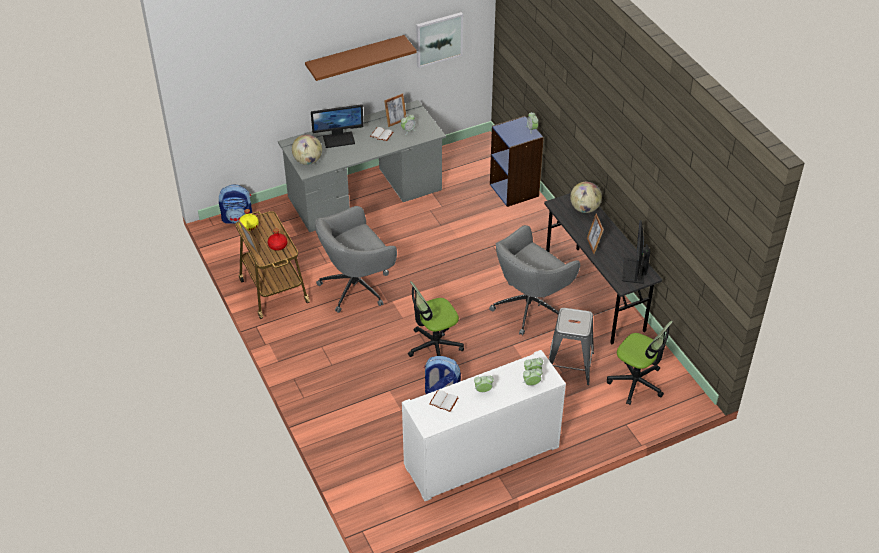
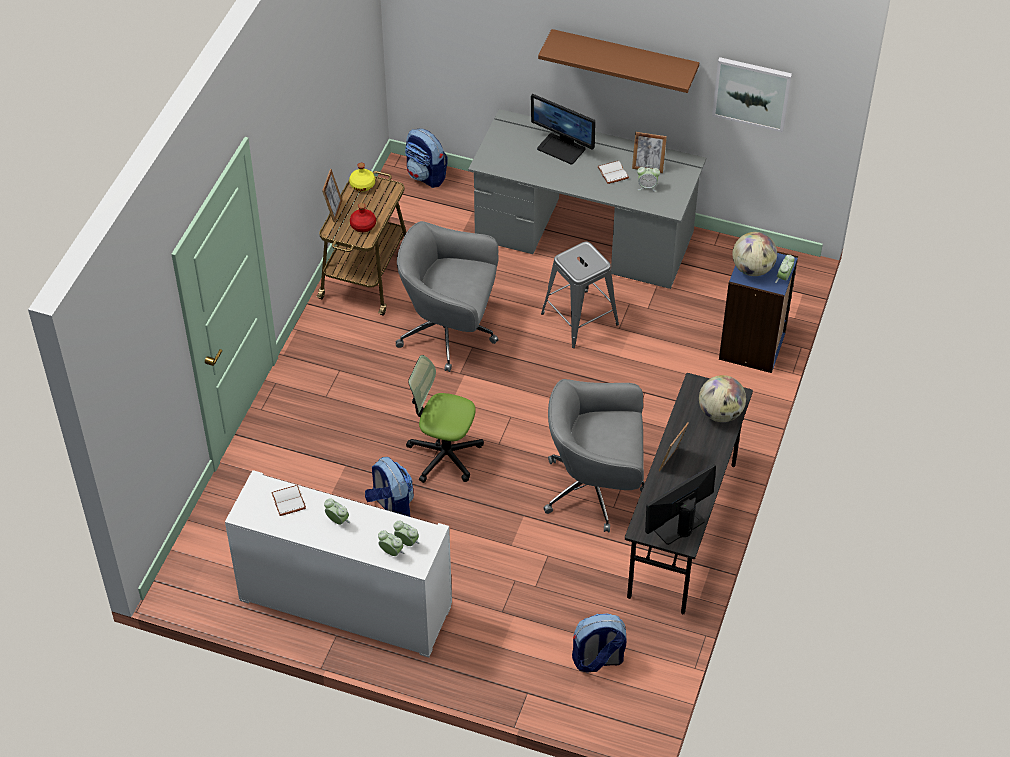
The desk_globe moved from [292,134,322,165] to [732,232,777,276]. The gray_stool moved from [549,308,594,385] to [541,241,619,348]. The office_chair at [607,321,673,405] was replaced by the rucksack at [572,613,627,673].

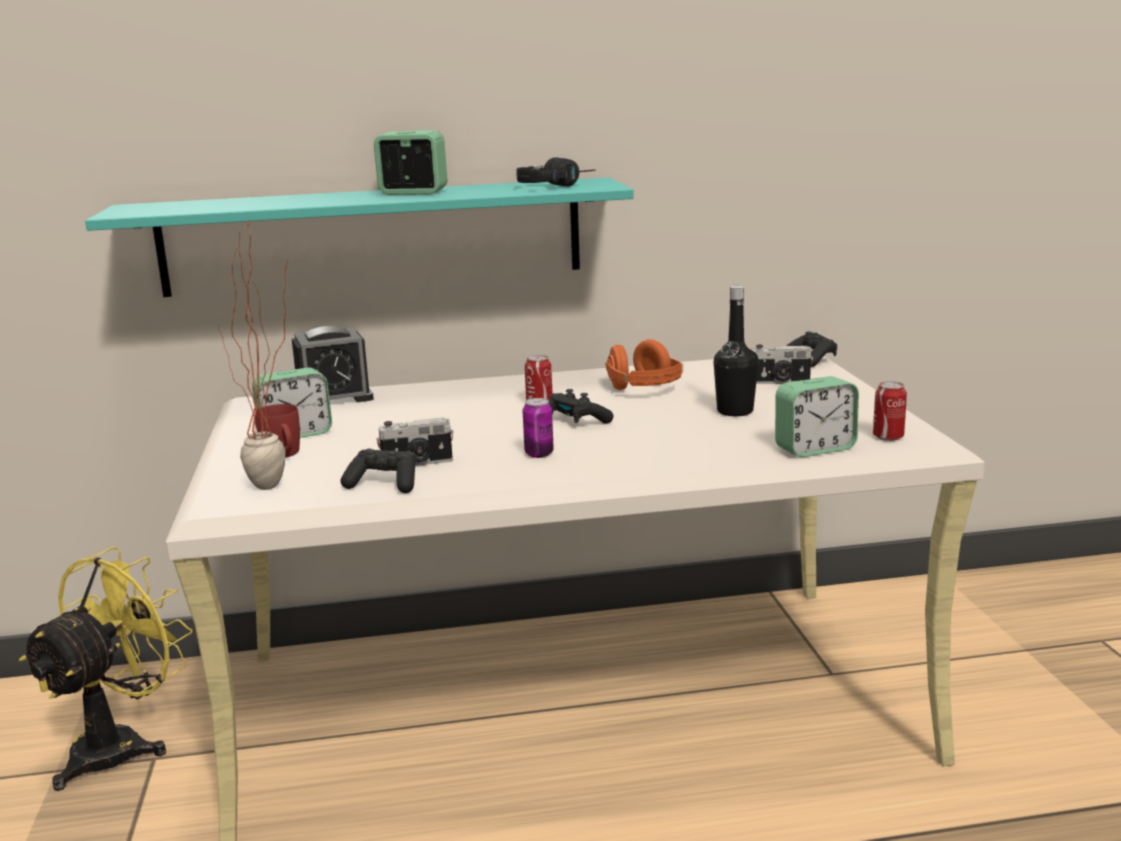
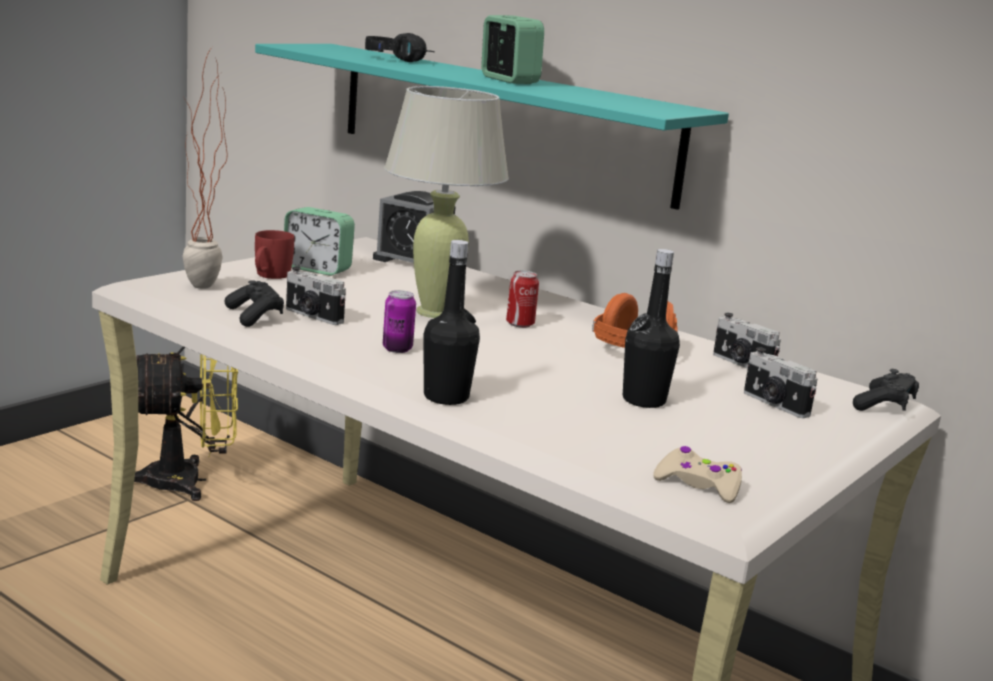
The black_headset moved from [516,157,595,186] to [365,33,435,62]. The alarm_clock at [775,376,859,457] disappeared. The sealed_can at [873,381,907,441] was replaced by the beige_joypad at [653,446,742,503]. The black_joypad at [549,389,613,424] disappeared. The beige_tabletop_lamp at [384,86,509,318] appeared. The black_drink_bottle at [423,240,480,405] appeared. The photo_camera at [713,313,781,369] appeared.

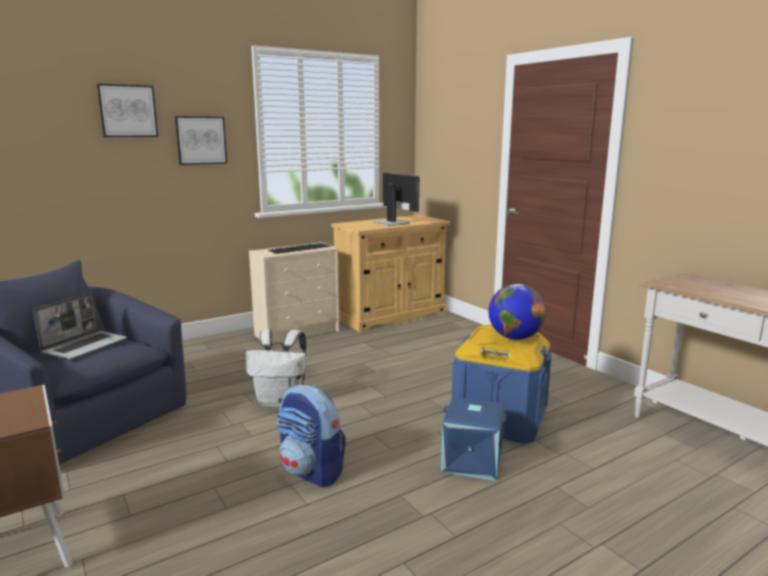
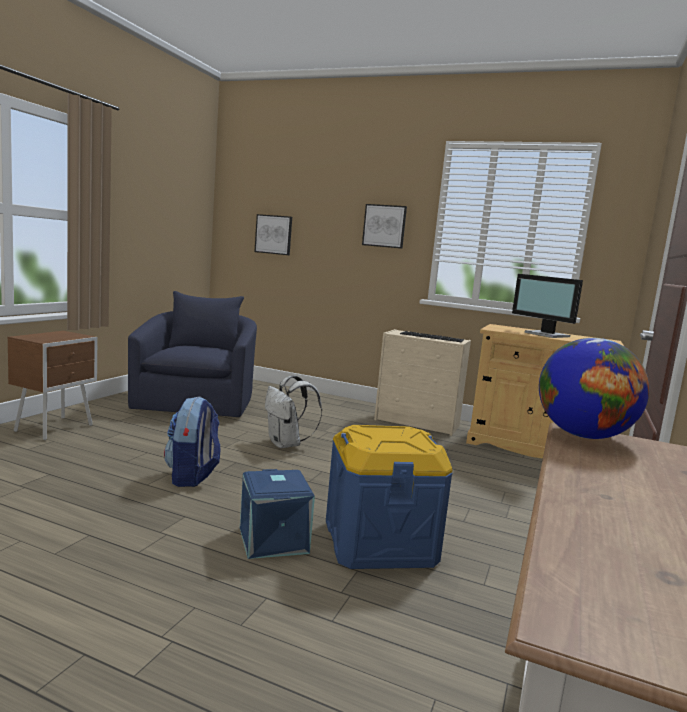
The wall_picture moved from [97,84,158,137] to [254,214,292,255]. The computer_display at [373,173,419,226] turned 120 degrees clockwise. The desk_globe moved from [488,284,546,340] to [539,338,649,439]. The laptop at [33,292,127,360] disappeared.

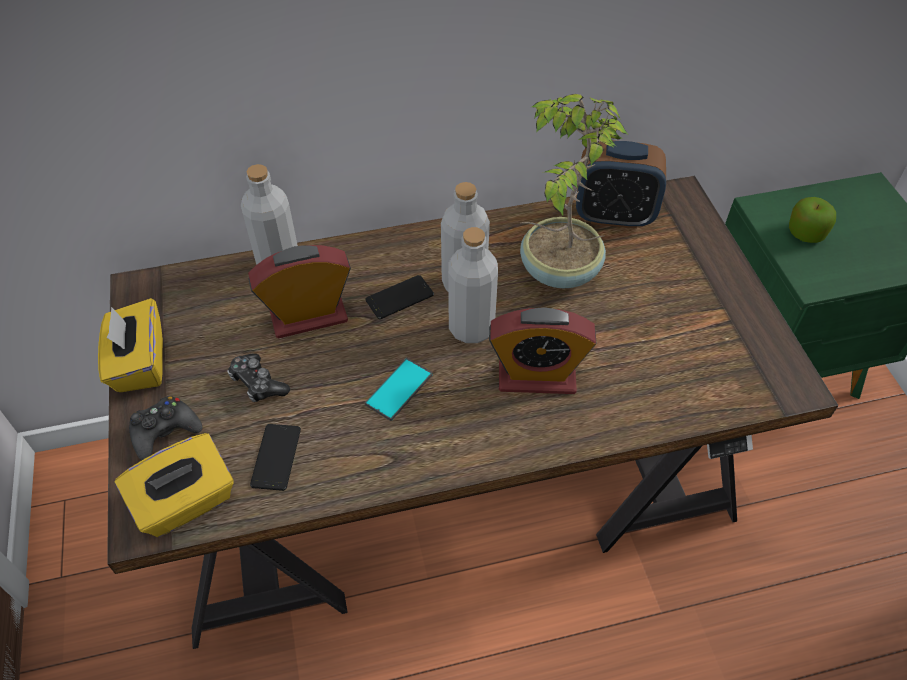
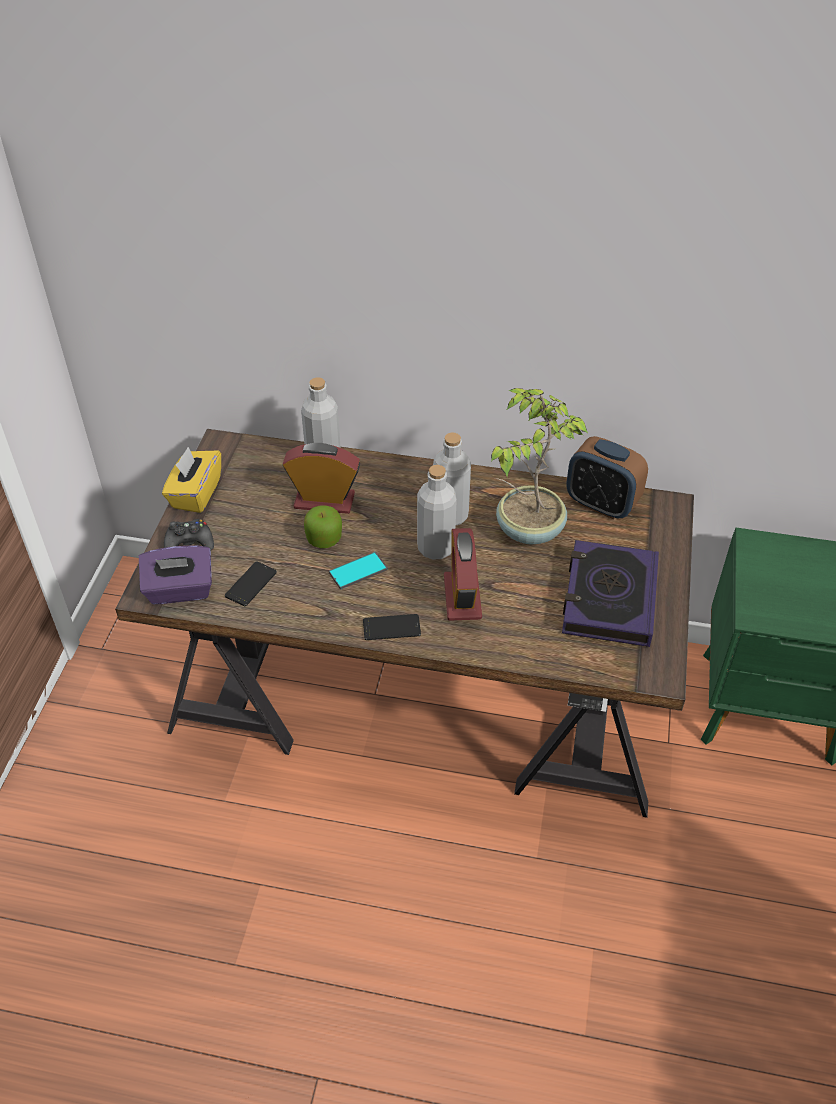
The apple moved from [789,197,836,243] to [304,505,342,548]. The handset moved from [365,275,434,319] to [363,614,421,640]. The alarm_clock at [489,307,597,394] turned 60 degrees clockwise. The joypad at [227,354,290,402] disappeared. The yellow_tissue_box at [115,433,234,537] became the purplish_tissue_box at [139,546,212,604]. The volume at [562,540,659,647] appeared.

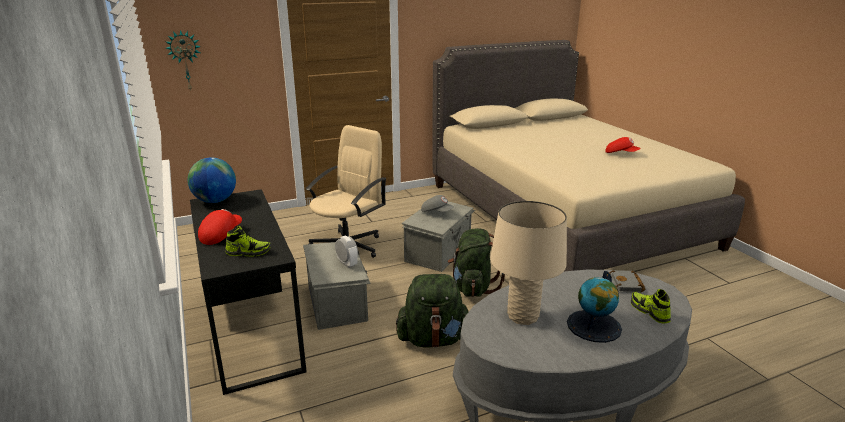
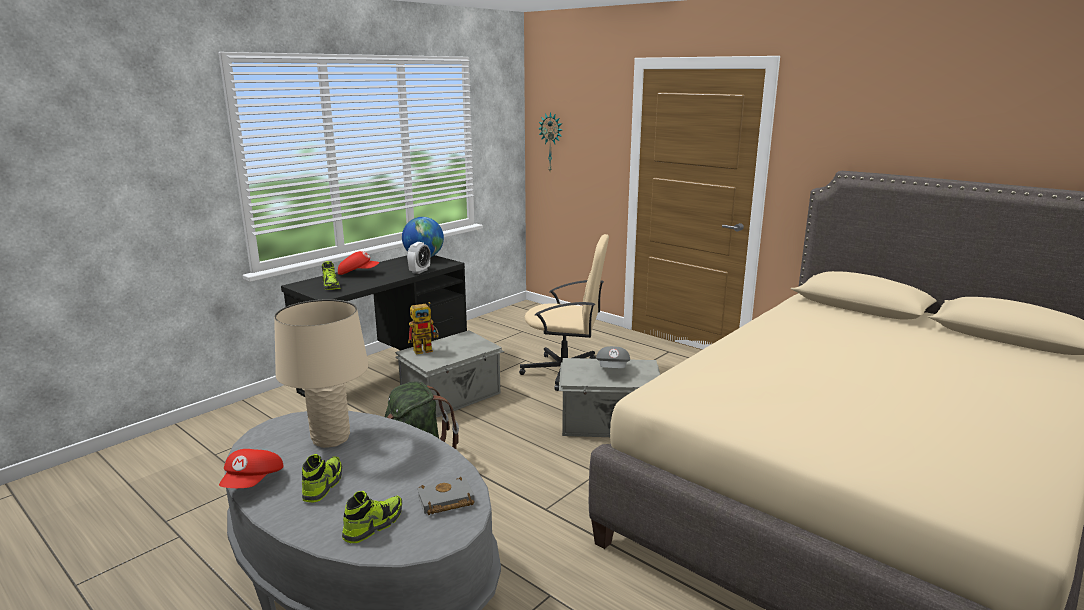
The red_peaked_cap moved from [605,137,640,153] to [219,449,284,488]. The greenish_rucksack at [447,228,505,297] disappeared. The alarm_clock moved from [335,236,358,268] to [407,242,431,274]. The desk_globe at [567,271,622,343] was replaced by the item_of_footwear at [302,454,342,502]. The robot_figure at [408,302,439,354] appeared.

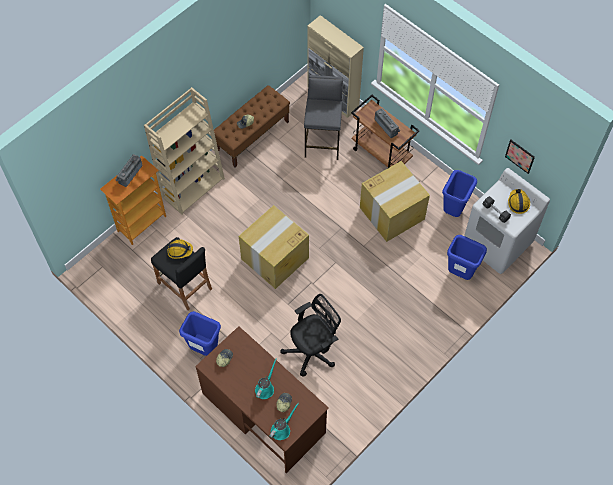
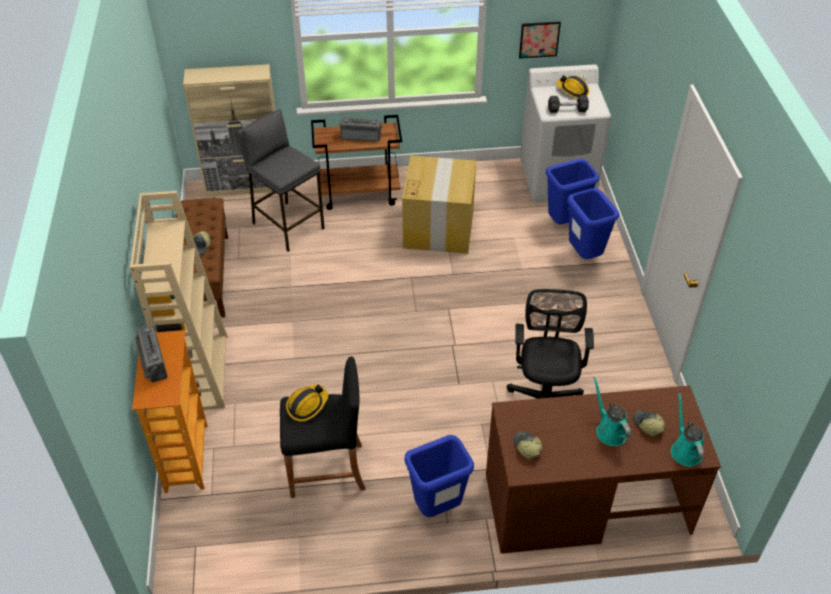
The blue_trash_can moved from [442,170,477,217] to [567,188,619,259]. The packing_box at [239,205,309,289] disappeared.

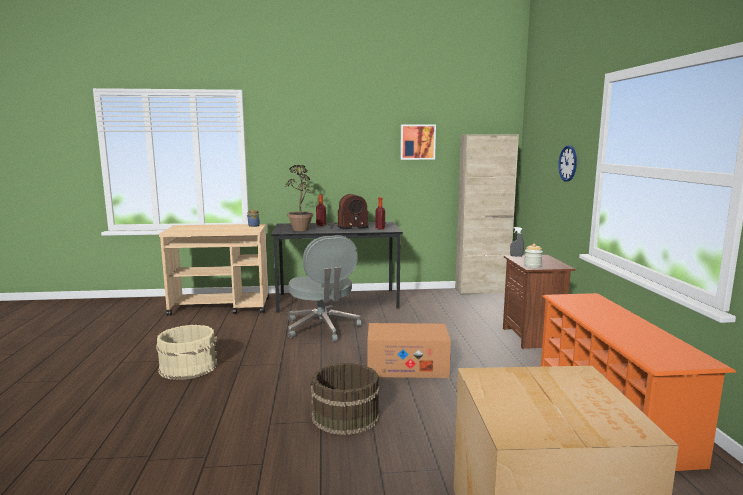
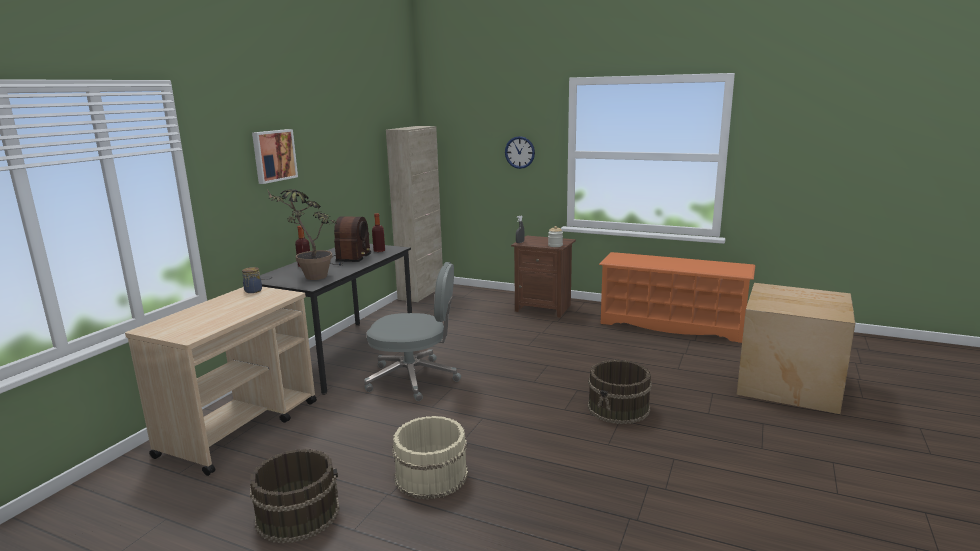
The wall_picture moved from [400,124,436,160] to [252,129,298,184]. The packing_box at [367,323,451,378] disappeared. The brown_bucket at [250,449,340,544] appeared.

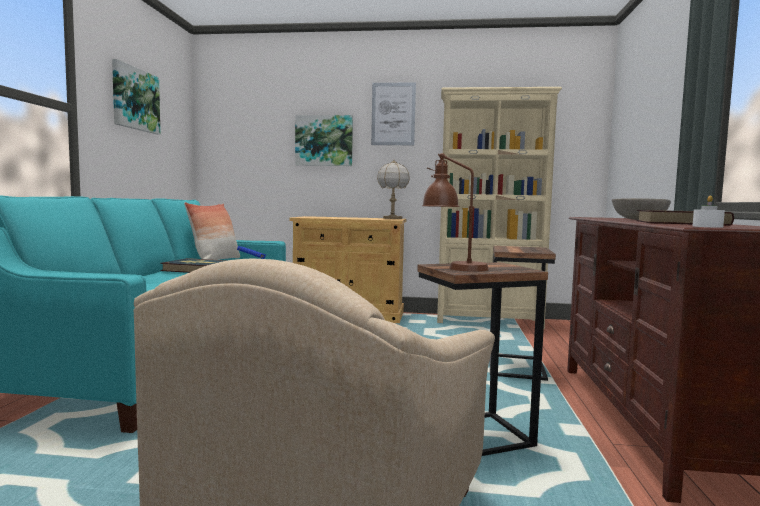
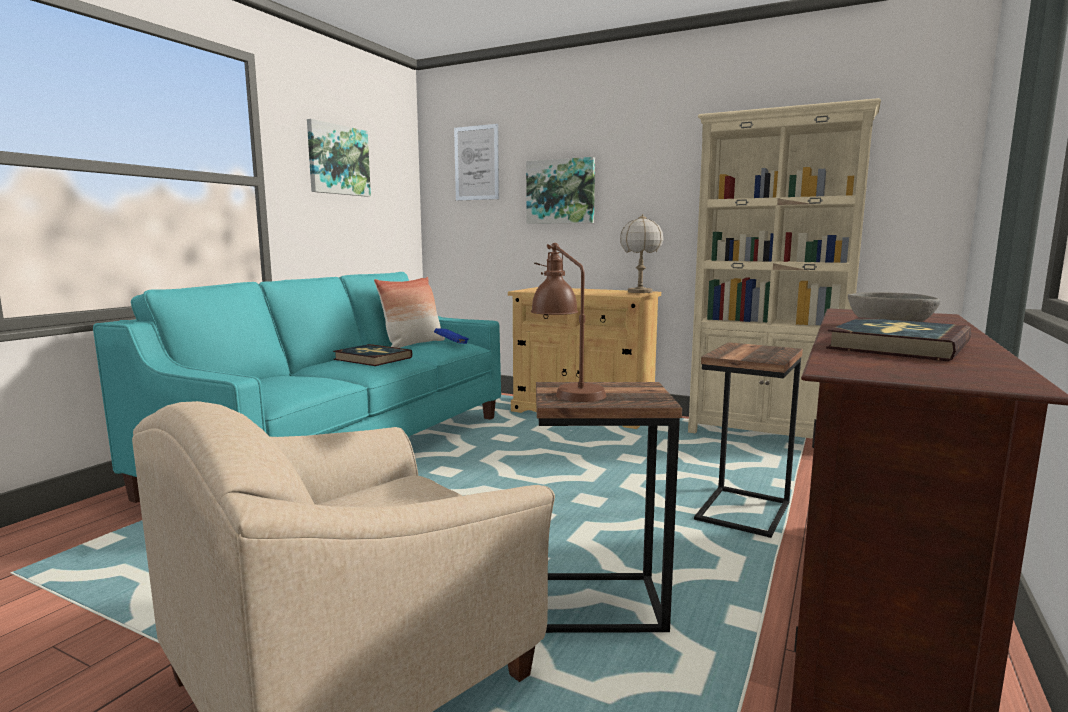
The wall_picture moved from [371,82,416,145] to [454,124,499,201]. The white_wax_light at [692,196,725,228] disappeared.

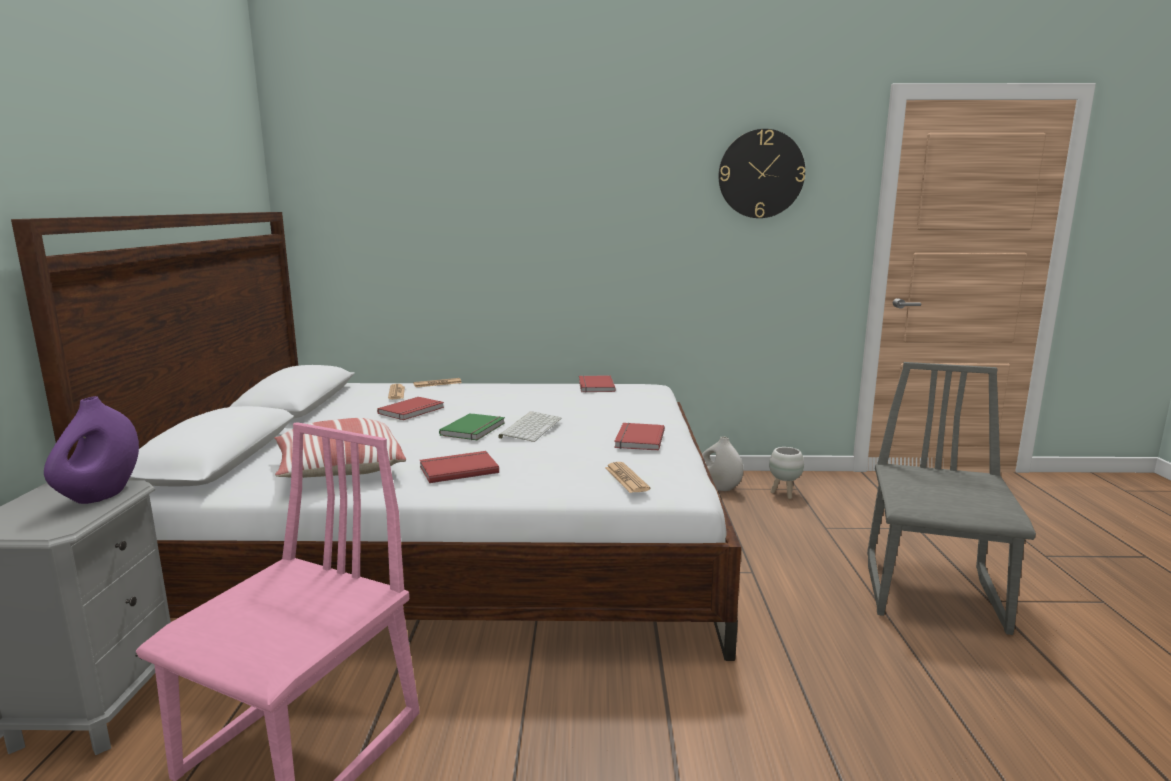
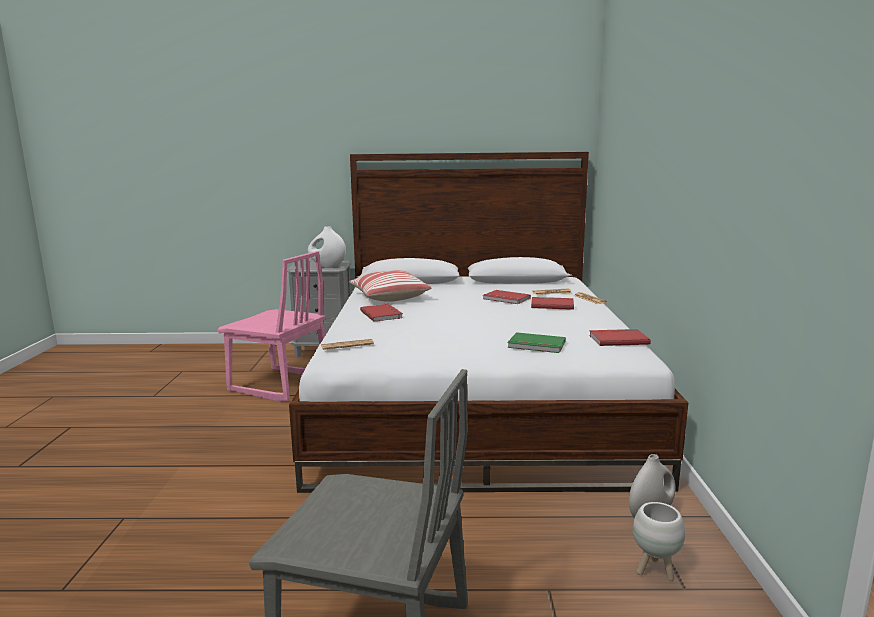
The clock_on_the_wall at [718,129,805,218] disappeared. The purplish_vase at [44,396,139,504] became the white_vase at [308,226,346,268]. The computer_keyboard at [498,411,562,442] disappeared. The greenish_volume moved from [439,413,505,440] to [507,332,566,353]. The red_volume moved from [614,423,665,451] to [531,297,574,310].

